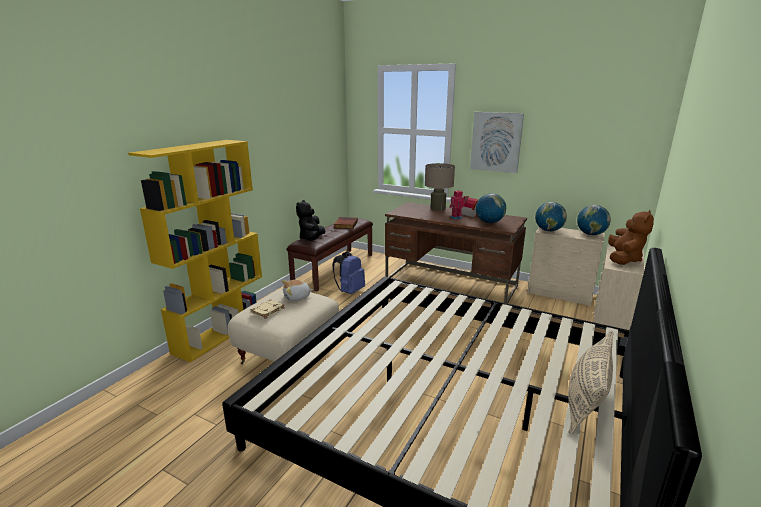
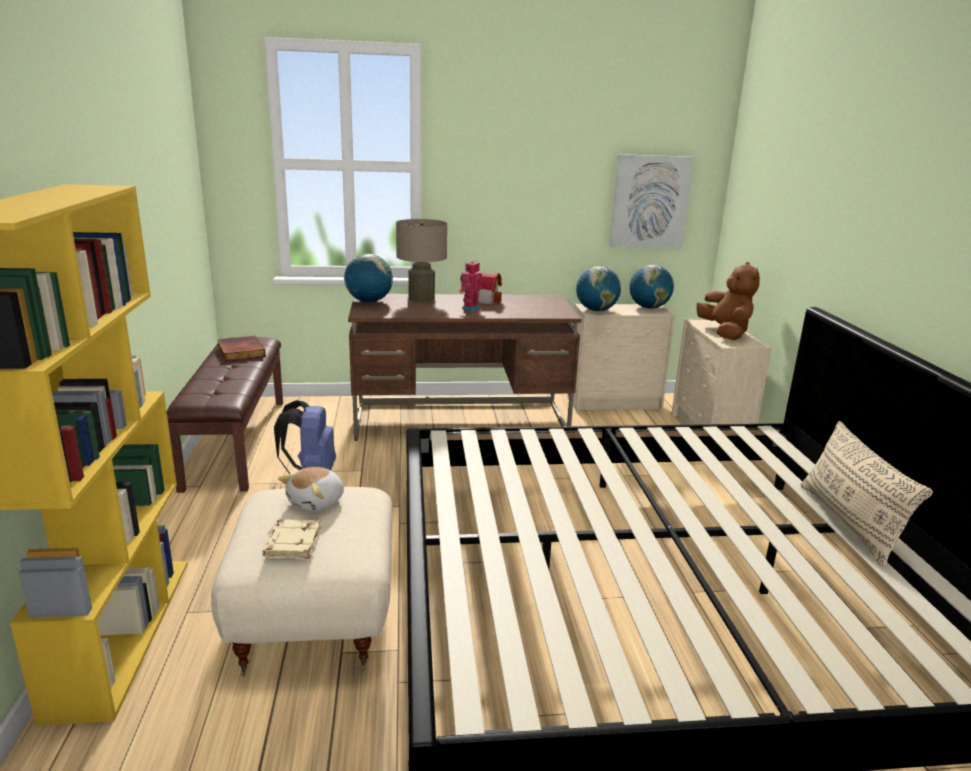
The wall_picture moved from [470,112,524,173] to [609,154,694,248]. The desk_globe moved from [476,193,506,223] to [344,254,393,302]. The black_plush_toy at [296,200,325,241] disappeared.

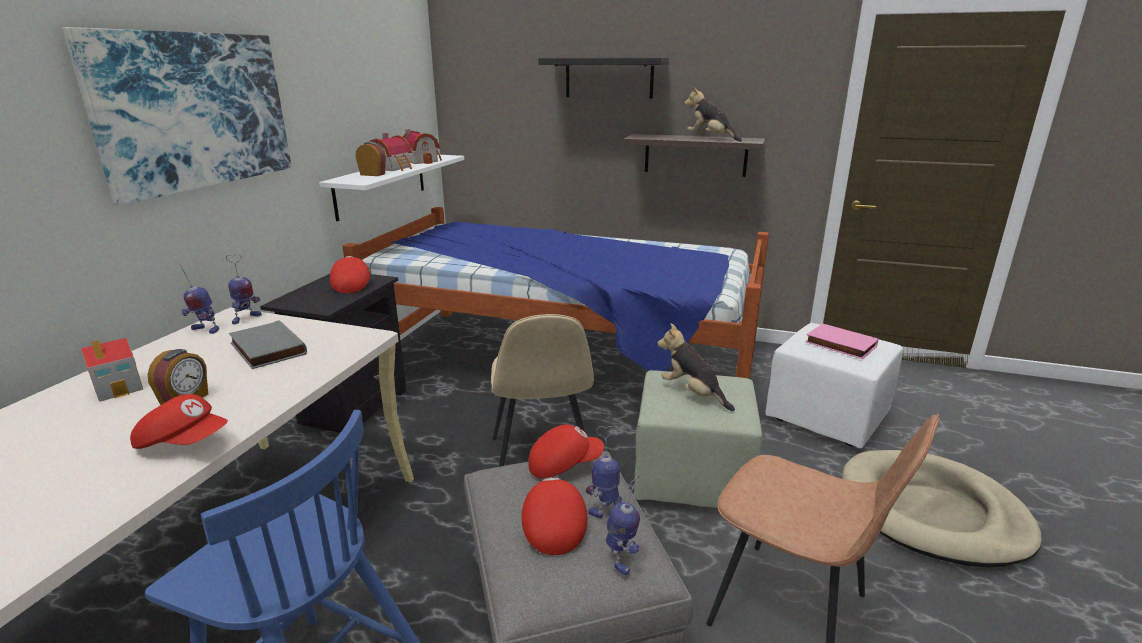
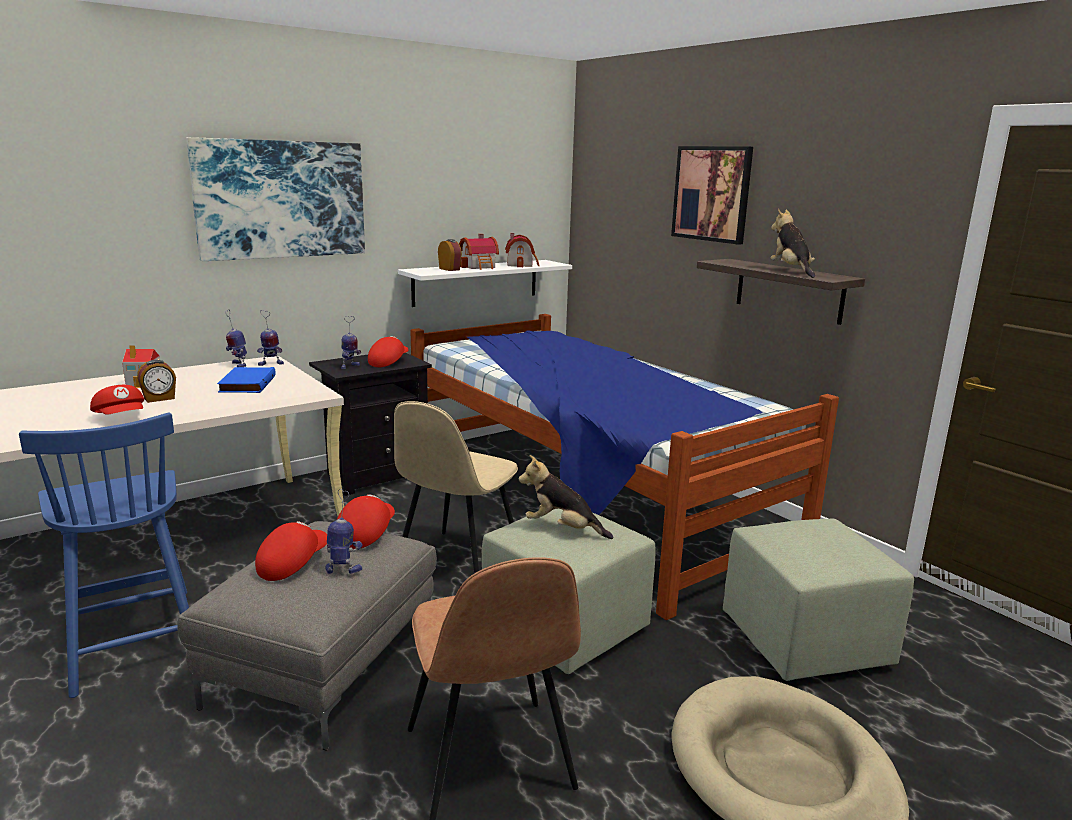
The black_bracket_shelf at [538,58,669,99] was replaced by the wall_picture at [671,146,753,245]. The gray_volume at [229,320,307,369] became the blue_volume at [217,367,276,393]. The plush_toy at [658,323,735,411] turned 60 degrees counterclockwise. The white_ottoman at [765,323,903,448] became the greenish_ottoman at [723,519,914,681]. The pinkish_volume at [805,323,878,359] disappeared. The red_peaked_cap at [529,424,604,478] turned 90 degrees counterclockwise. The robot_figure moved from [606,475,640,576] to [341,316,361,369].

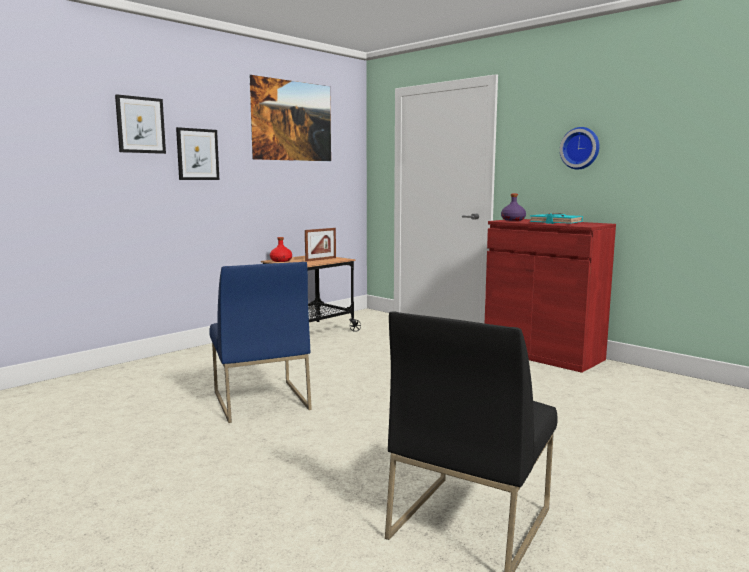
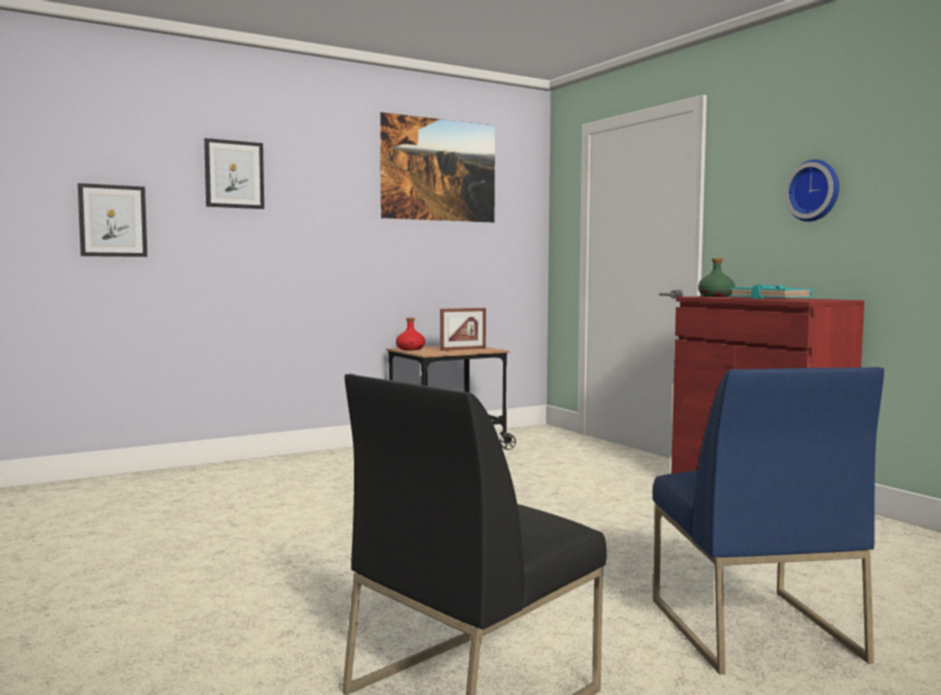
The wall_picture moved from [176,127,219,180] to [78,183,147,257]. The purplish_drink_bottle at [501,194,526,221] became the greenish_drink_bottle at [698,258,735,297]. The blue_plain_chair moved from [209,262,312,423] to [653,367,884,674].

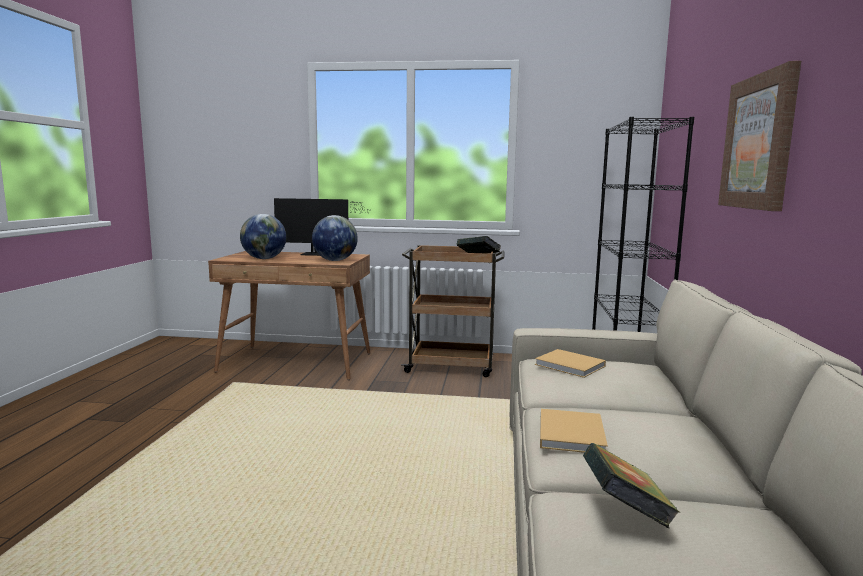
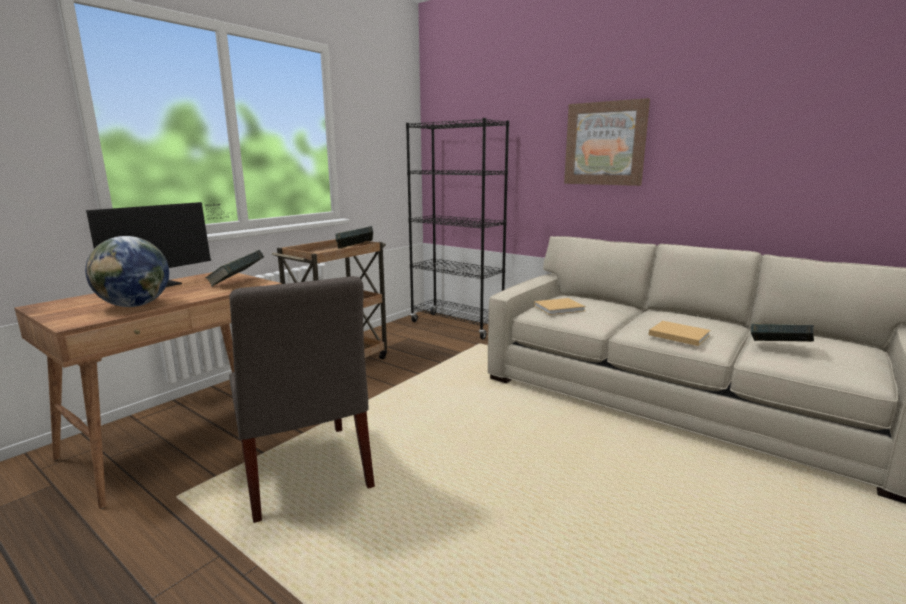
The desk_globe at [312,215,358,261] was replaced by the volume at [205,250,264,287]. The gray_plain_chair at [229,276,375,523] appeared.

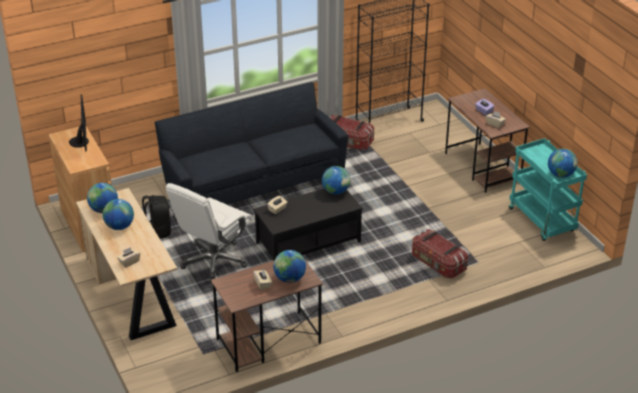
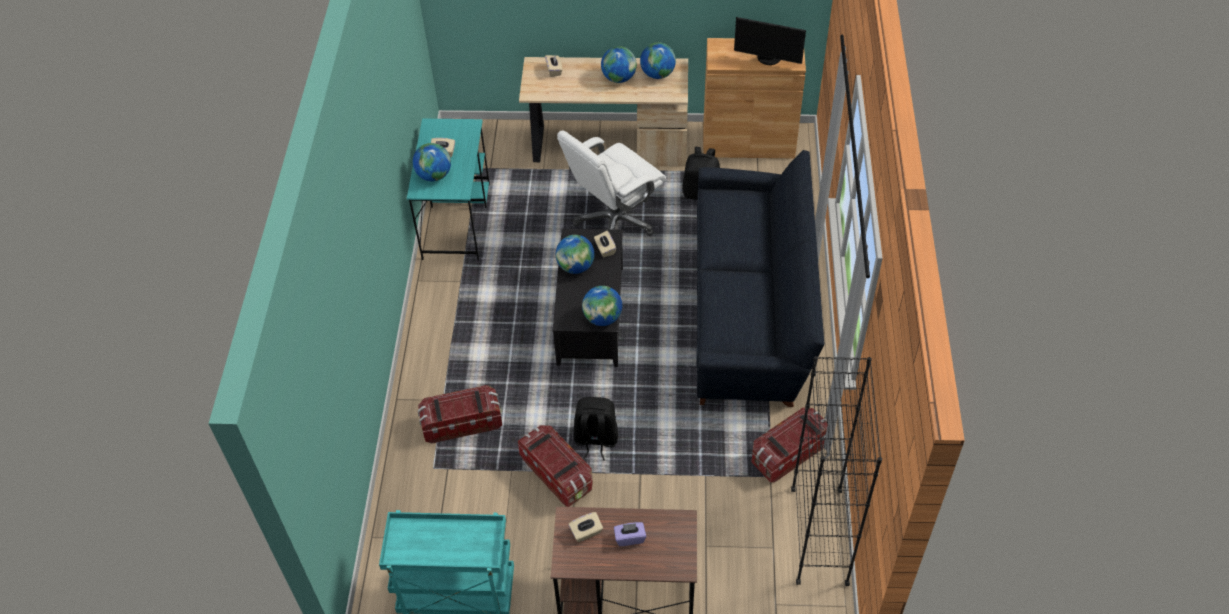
The desk_globe moved from [548,149,578,178] to [556,235,595,274]. The white_office_chair at [166,183,252,283] turned 105 degrees counterclockwise. The brown_desk_unit at [211,253,323,372] became the blue-green_desk_unit at [407,119,490,261]. The black_rucksack at [574,397,618,461] appeared. The storage_bin at [518,425,593,507] appeared.

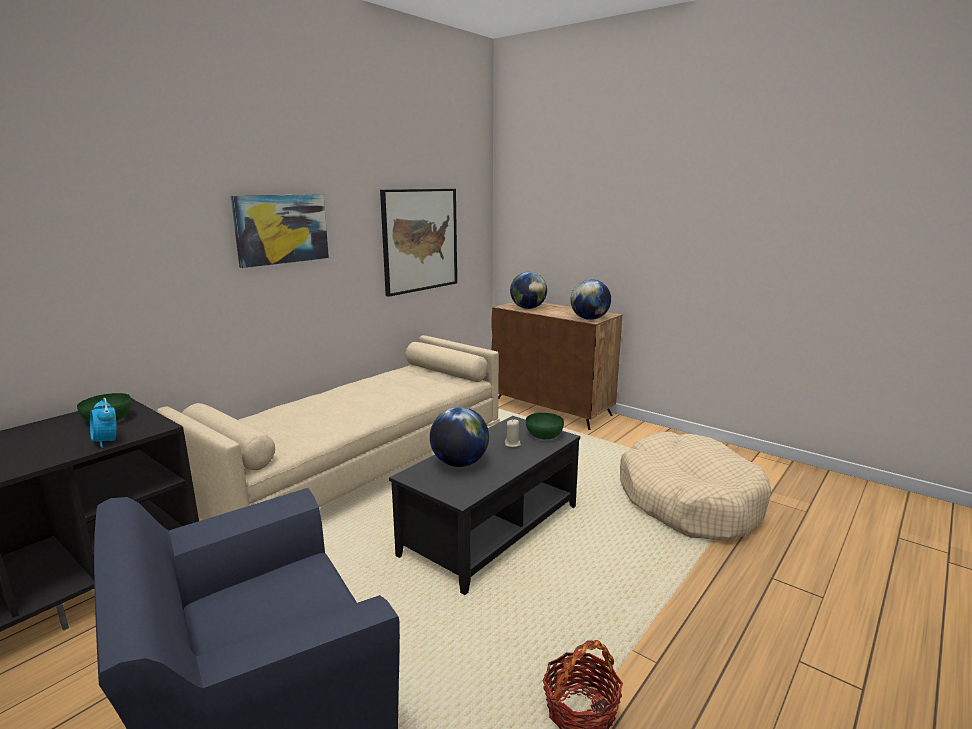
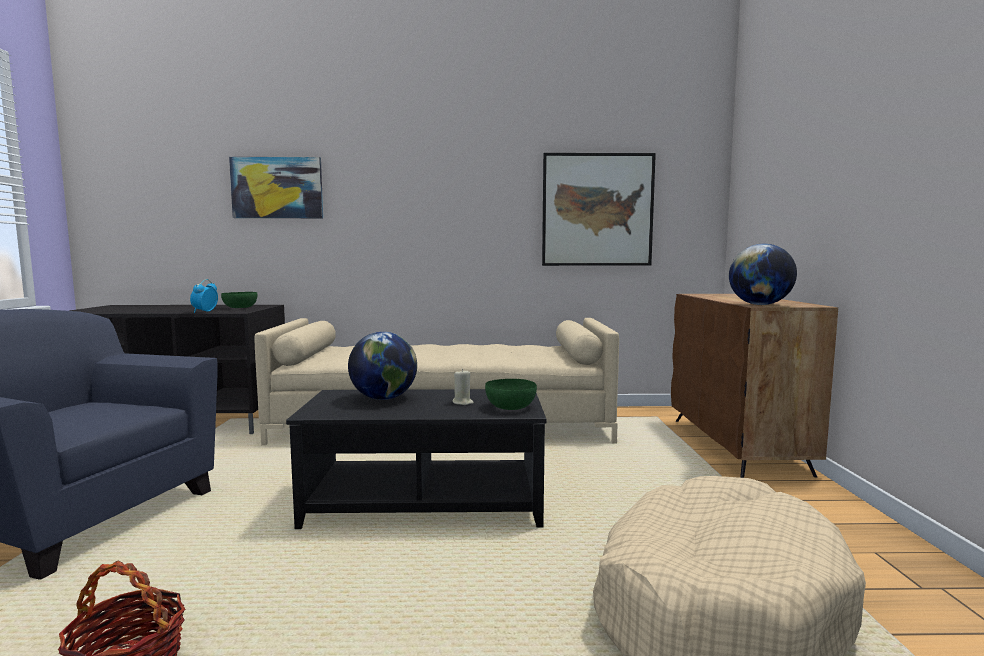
The wall_picture moved from [230,194,329,268] to [229,157,323,218]. The desk_globe at [510,272,547,309] disappeared.

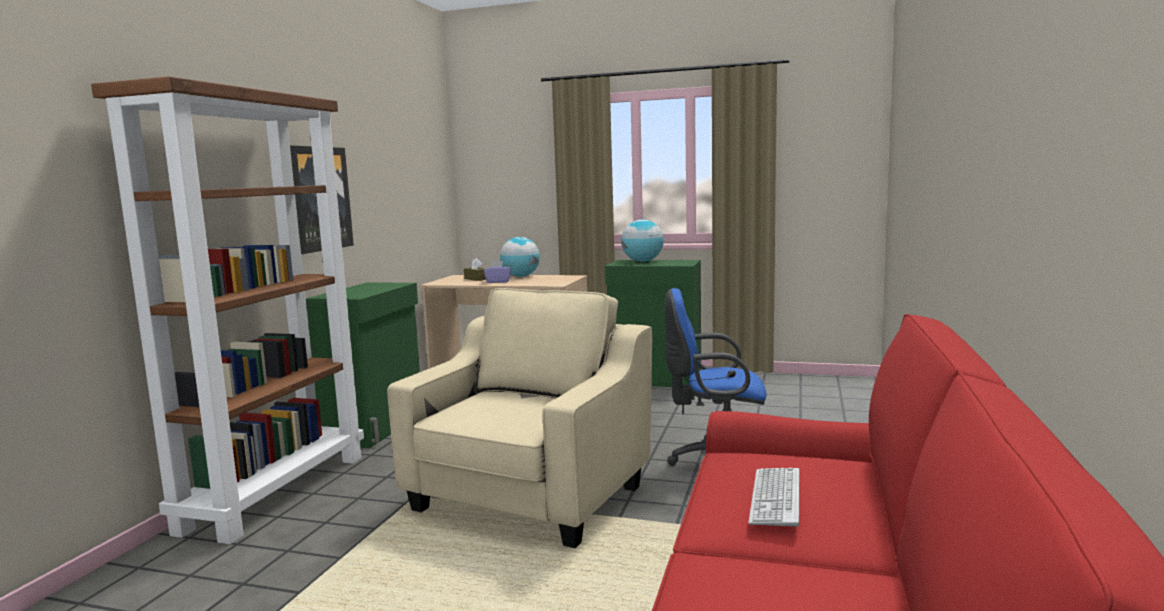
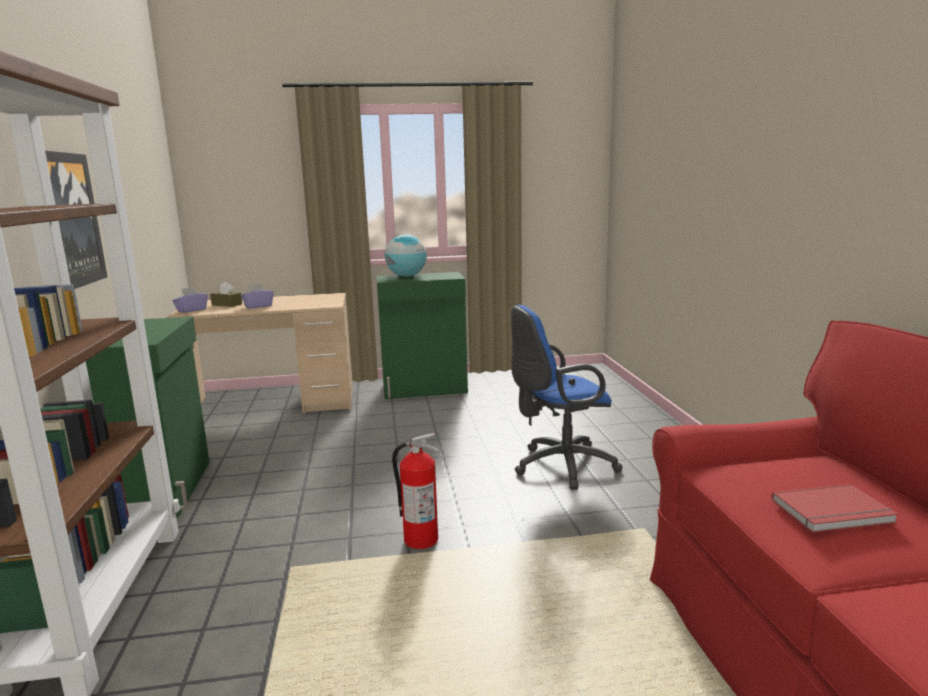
The desk_globe at [500,237,540,277] disappeared. The beige_lounge_chair at [387,288,652,548] was replaced by the fire_extinguisher at [392,433,439,549]. The computer_keyboard at [748,468,799,526] was replaced by the red_volume at [771,484,898,533]. The purplish_tissue_box at [172,287,208,313] appeared.

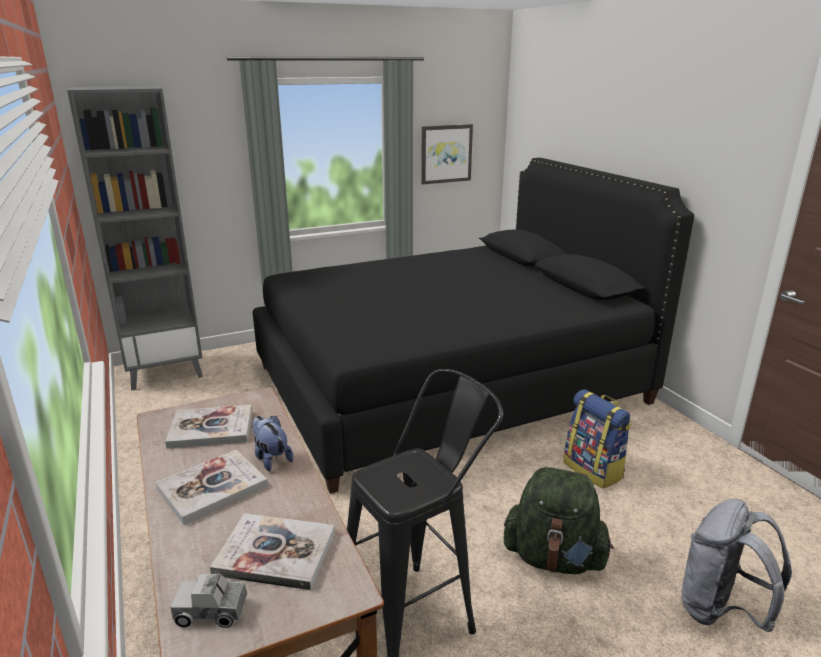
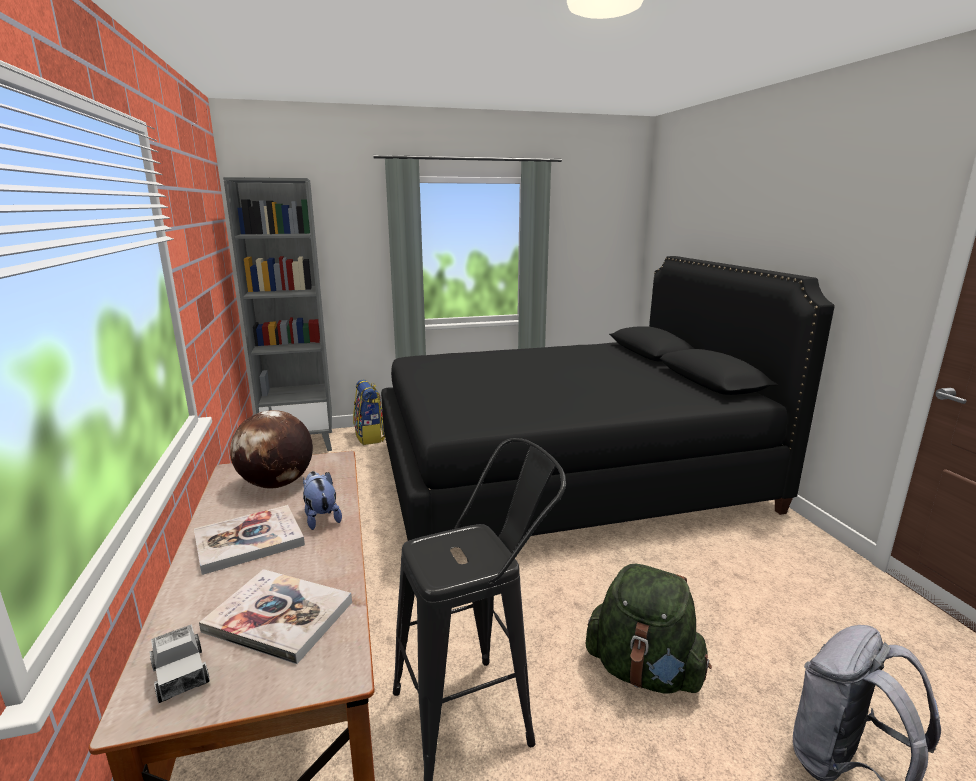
The wall_picture at [421,124,473,184] disappeared. The rucksack moved from [563,389,631,489] to [353,380,385,445]. The volume at [165,405,252,449] was replaced by the desk_globe at [230,410,313,489]. The model_truck at [170,574,247,628] turned 135 degrees counterclockwise.

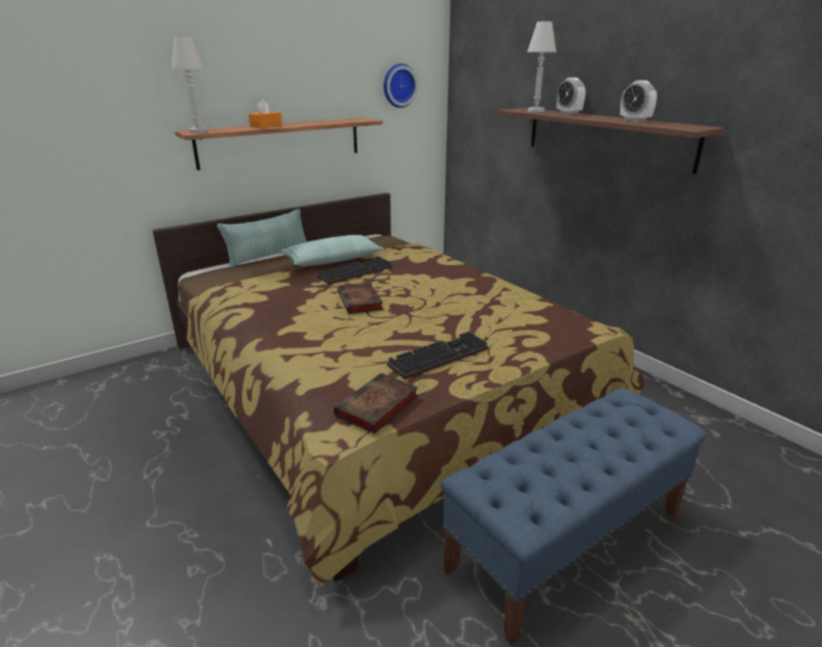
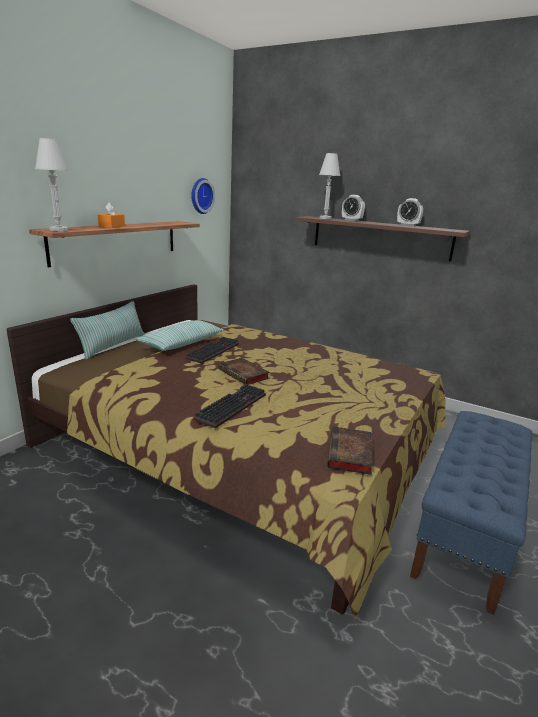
The computer_keyboard moved from [387,331,489,379] to [194,384,266,428].

